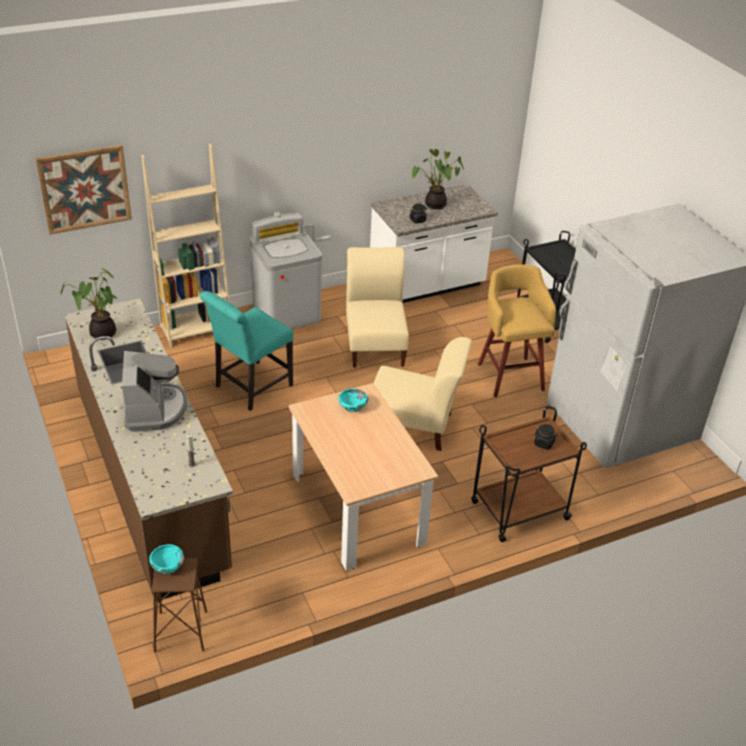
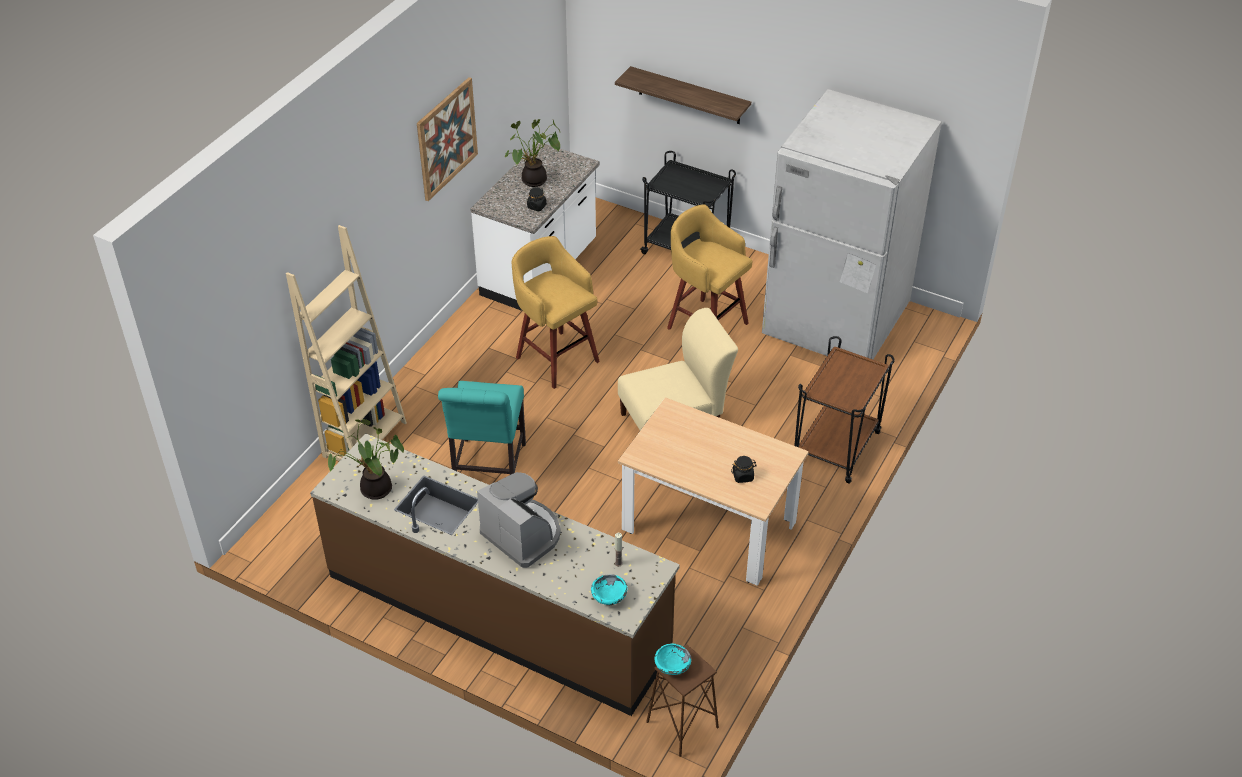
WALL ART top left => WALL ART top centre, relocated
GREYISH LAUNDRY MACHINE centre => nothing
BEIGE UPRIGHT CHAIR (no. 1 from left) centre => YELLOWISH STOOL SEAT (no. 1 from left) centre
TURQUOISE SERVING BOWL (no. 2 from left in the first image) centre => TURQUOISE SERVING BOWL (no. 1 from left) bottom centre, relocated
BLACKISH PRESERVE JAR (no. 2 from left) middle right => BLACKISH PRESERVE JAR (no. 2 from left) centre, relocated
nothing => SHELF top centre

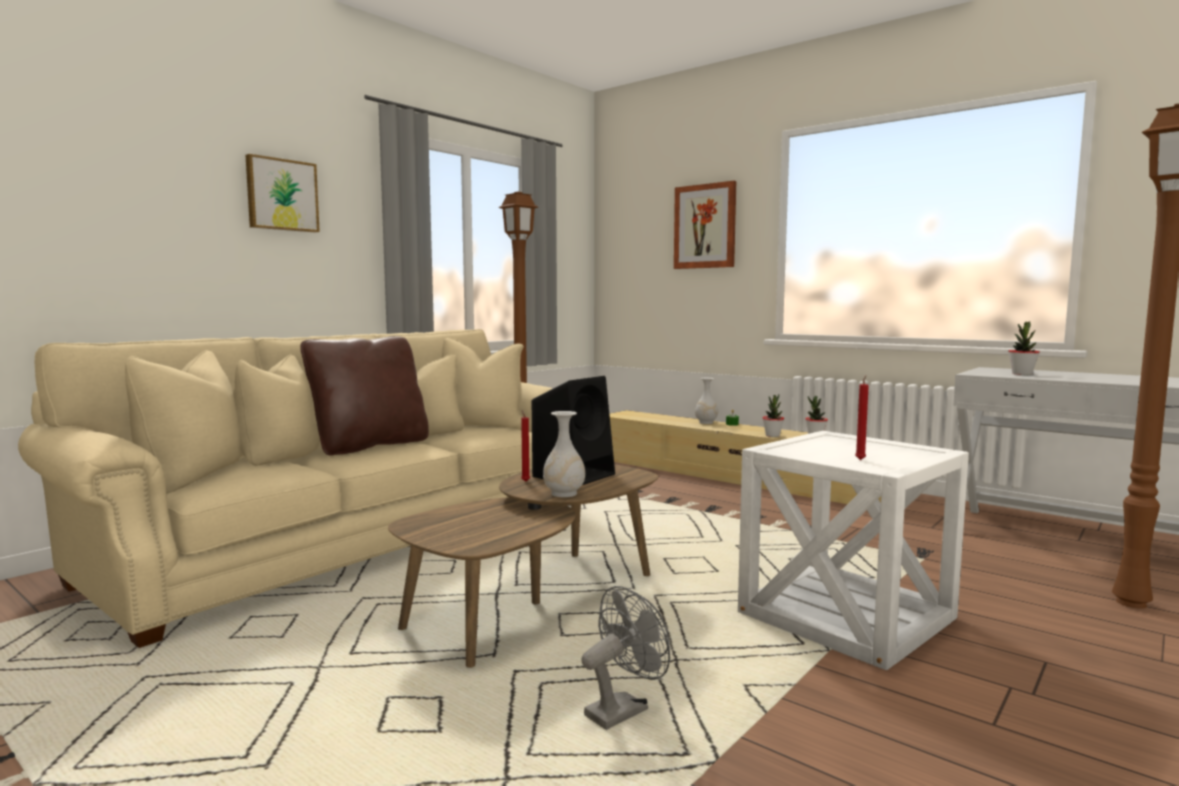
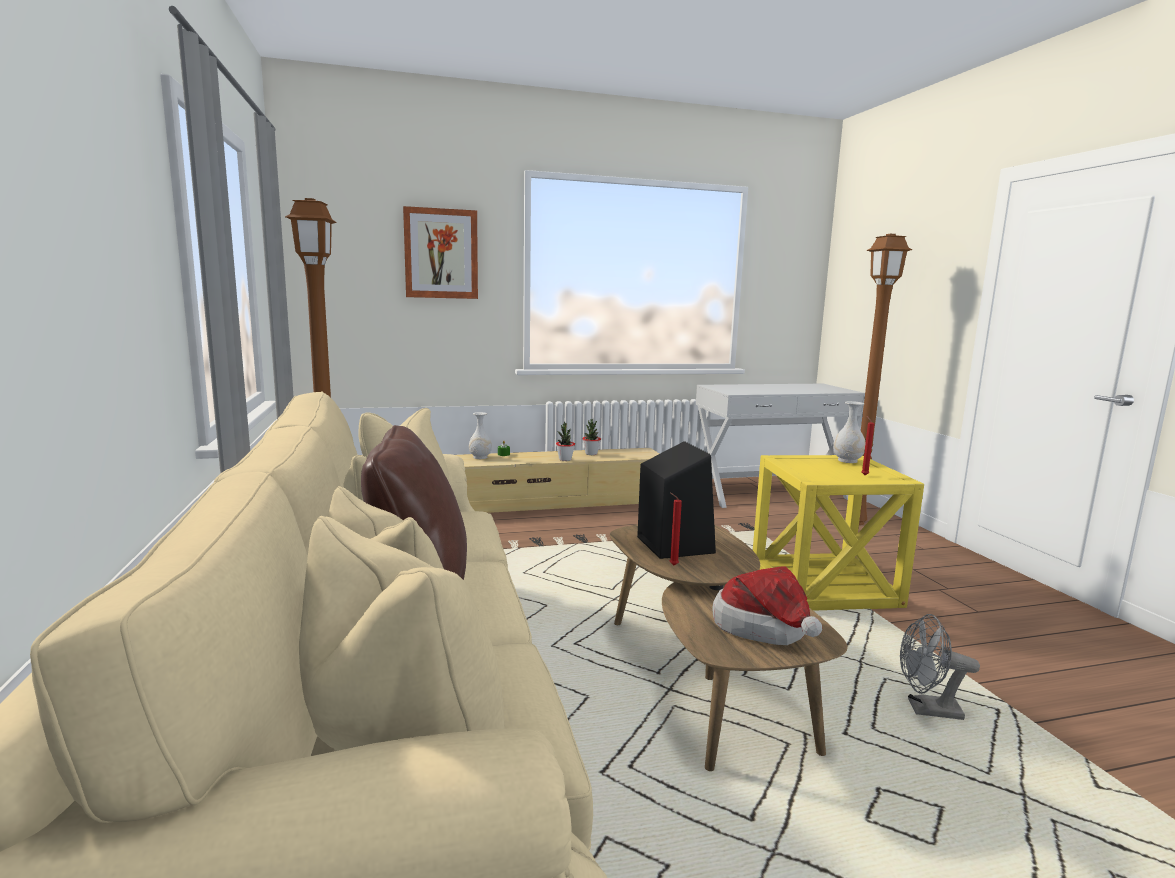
WALL ART (no. 1 from left) top left => nothing
HOUSEPLANT (no. 3 from left) middle right => nothing
WHITE FLOWER VASE (no. 1 from left in the first image) centre => WHITE FLOWER VASE (no. 2 from left) middle right, relocated
WHITE ACCENT TABLE bottom right => YELLOWISH ACCENT TABLE middle right
GREYISH ELECTRIC FAN bottom centre => GREYISH ELECTRIC FAN bottom right, 75 degrees counterclockwise
nothing => HAT bottom centre

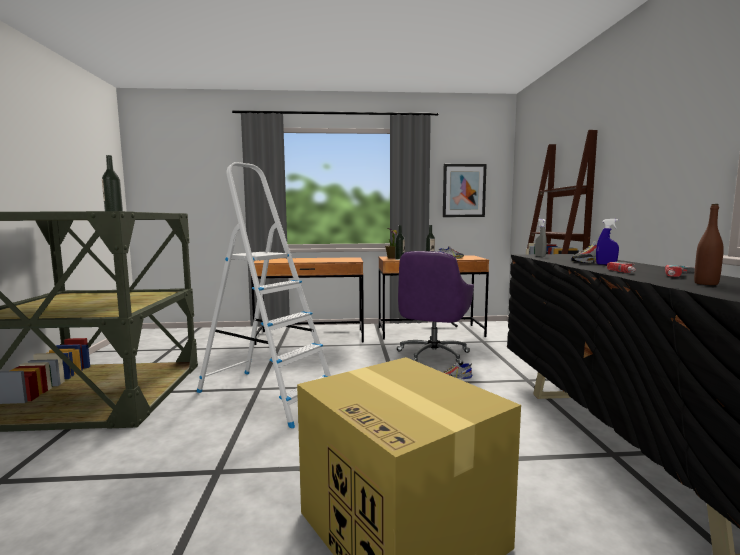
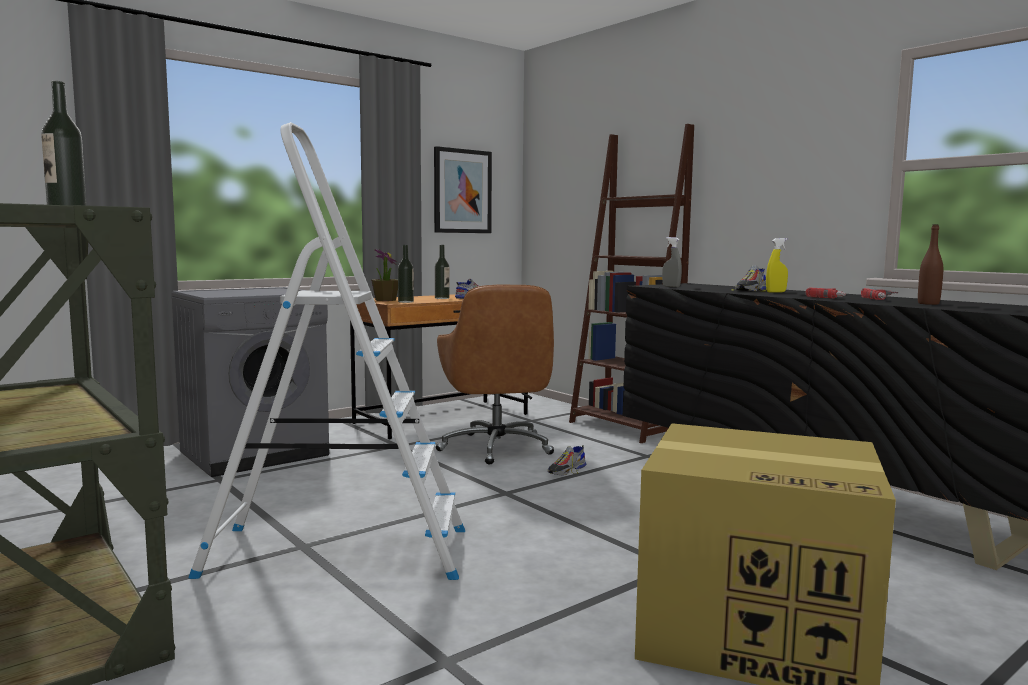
BLUE-COLOURED HAND SPRAYER middle right => YELLOWISH HAND SPRAYER middle right
PURPLE-COLOURED COMPUTER CHAIR centre => BROWN-COLOURED COMPUTER CHAIR centre
BROWN-COLOURED DESK (no. 1 from left) centre => GREYISH LAUNDRY MACHINE middle left

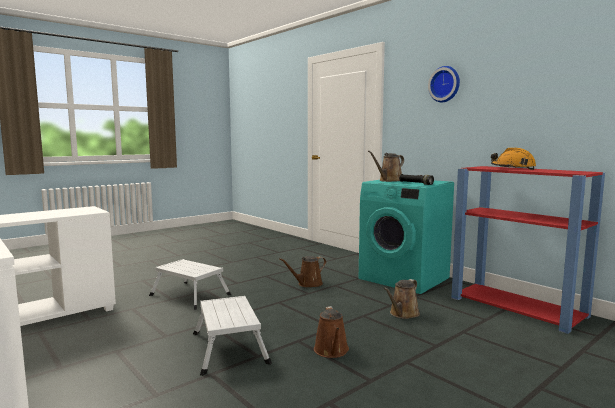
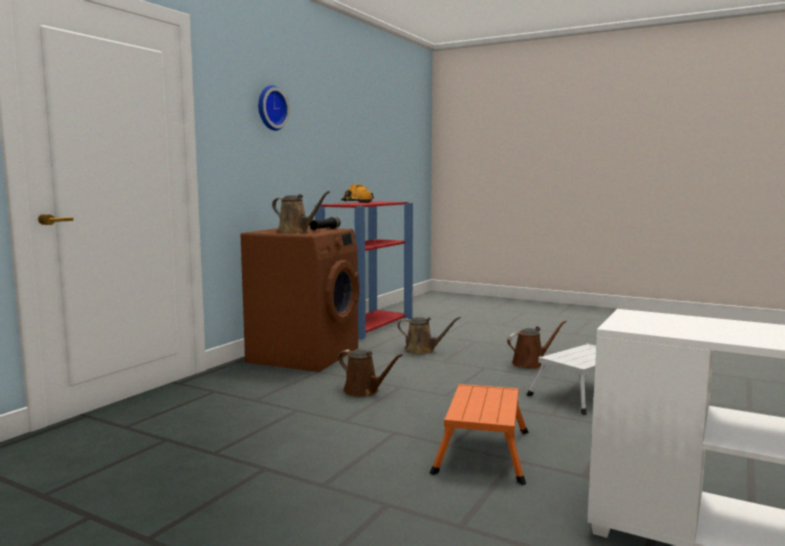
TURQUOISE LAUNDRY MACHINE centre => BROWN-COLOURED LAUNDRY MACHINE centre
WHITE STEPLADDER (no. 1 from left) bottom left => ORANGE STEPLADDER bottom centre

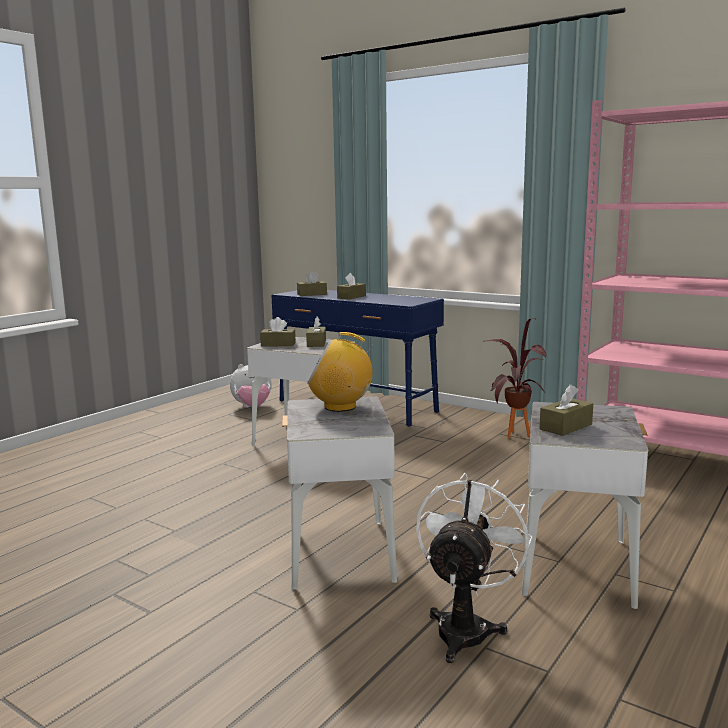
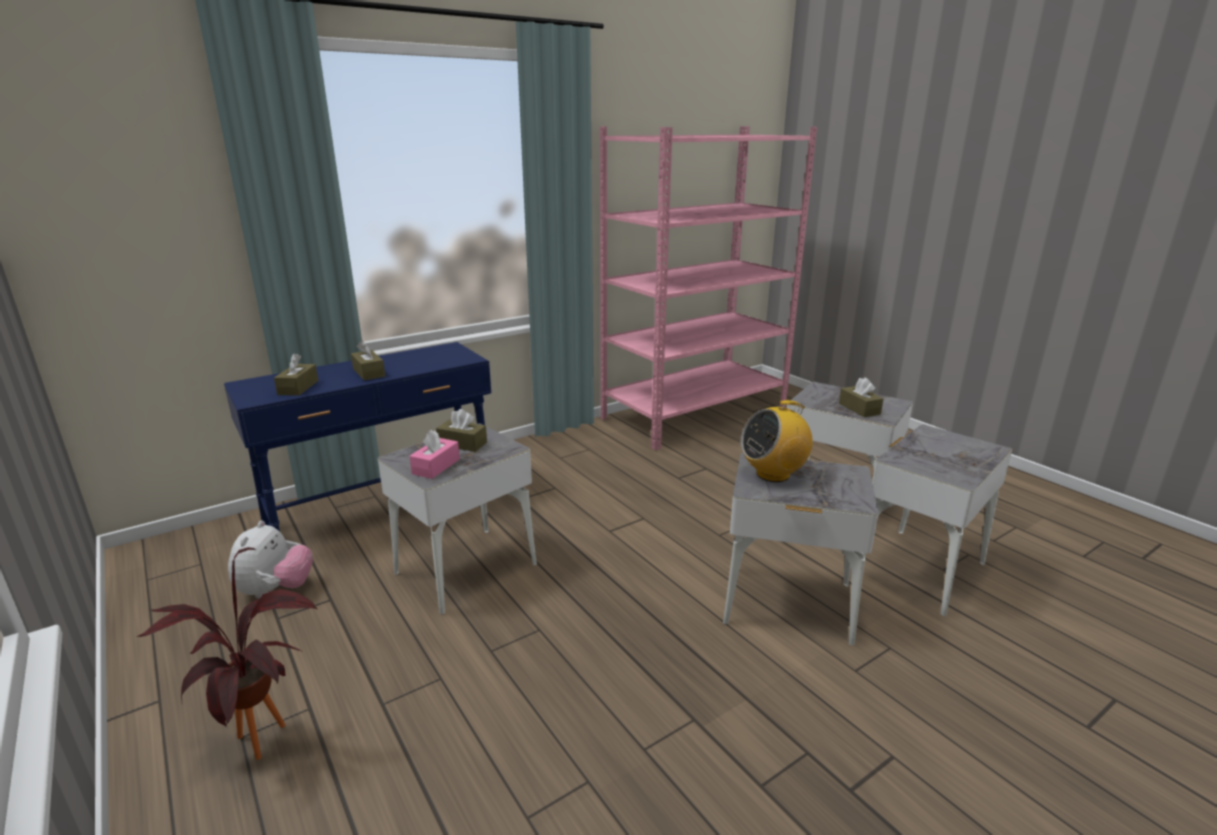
BROWN-COLOURED BOX OF TISSUES (no. 1 from left) centre => PINKISH BOX OF TISSUES centre
HOUSEPLANT middle right => HOUSEPLANT bottom left, relocated
RADIO RECEIVER centre, 45 degrees clockwise
WHITE ELECTRIC FAN bottom centre => ACCENT TABLE (no. 4 from left) middle right

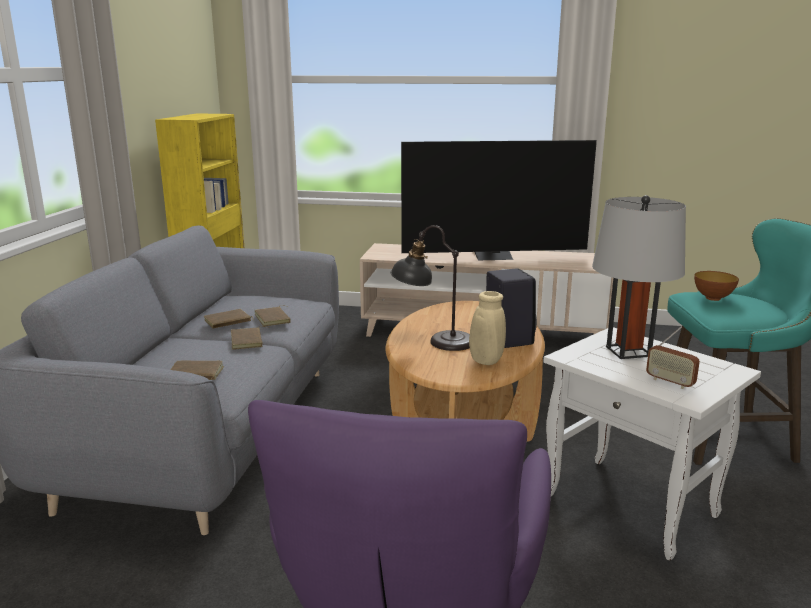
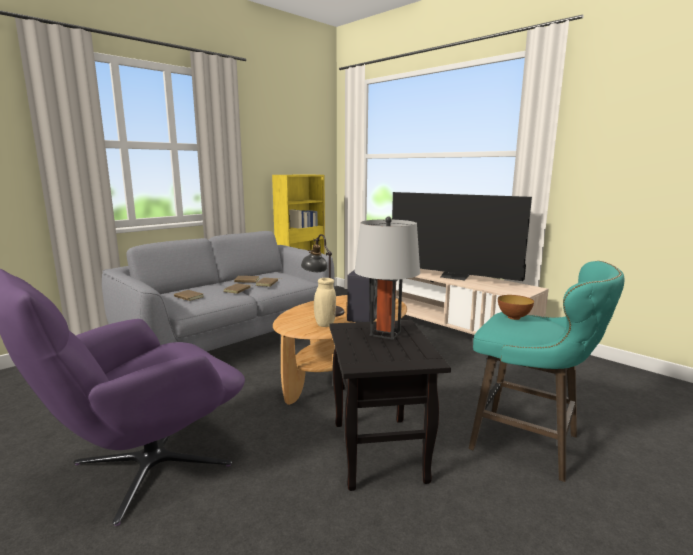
WHITE ACCENT TABLE bottom right => BLACKISH ACCENT TABLE bottom centre
RADIO RECEIVER middle right => nothing

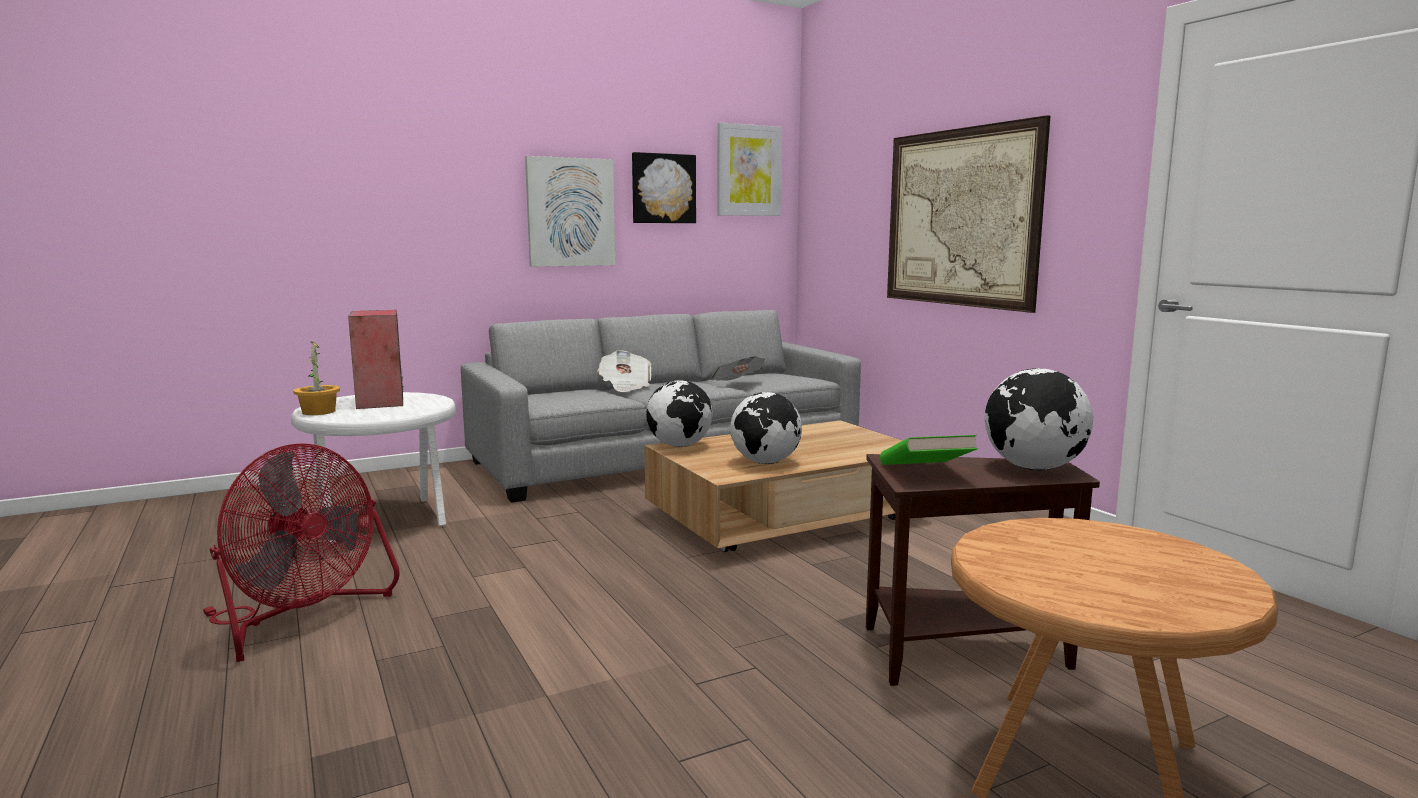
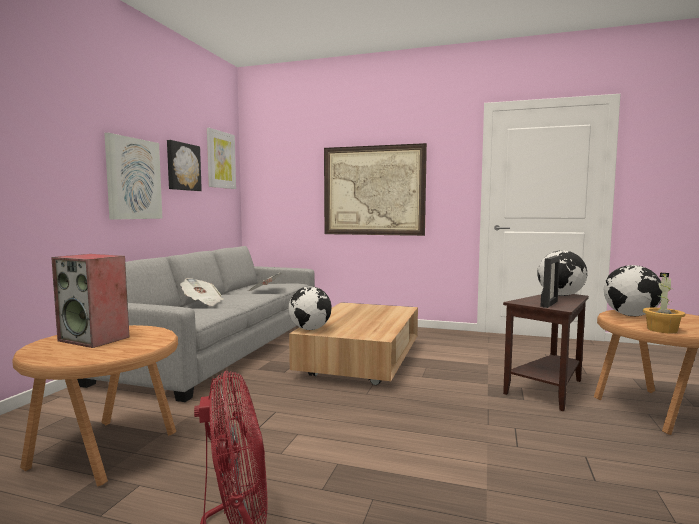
HOUSEPLANT middle left => HOUSEPLANT middle right, relocated
WHITE ACCENT TABLE middle left => BROWN-COLOURED ACCENT TABLE (no. 1 from left) bottom left
GLOBE (no. 2 from left in the first image) centre => GLOBE (no. 3 from left) middle right, relocated
GREEN-COLOURED BOUND BOOK centre => STANDING FRAME middle right

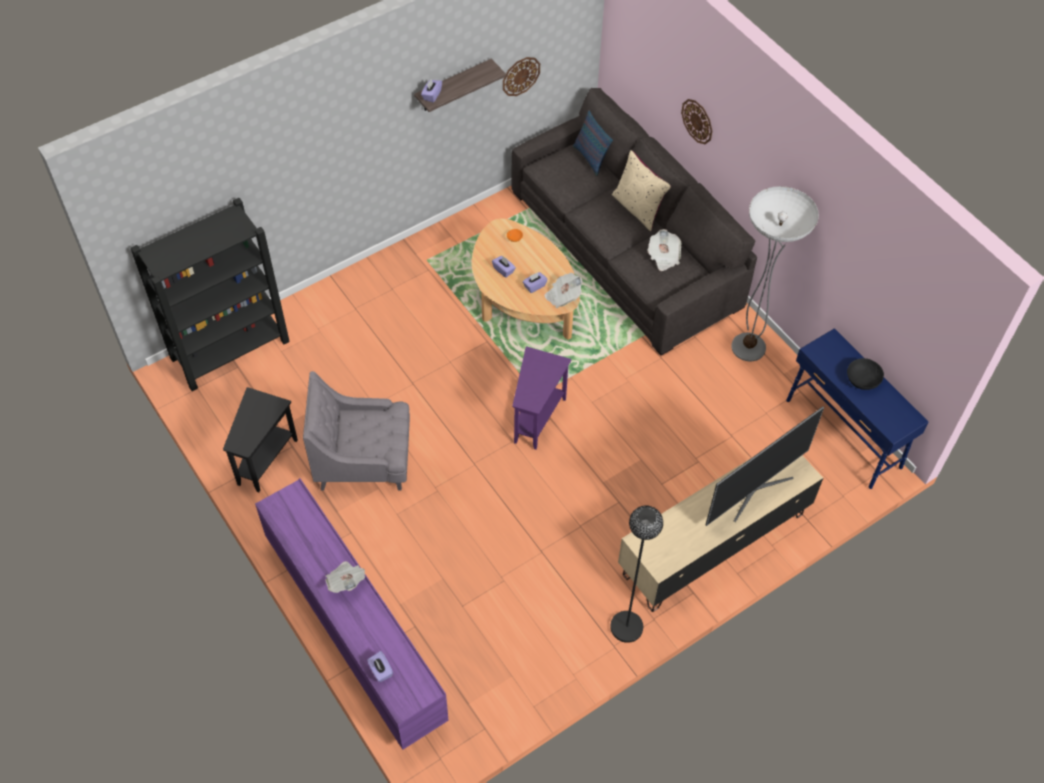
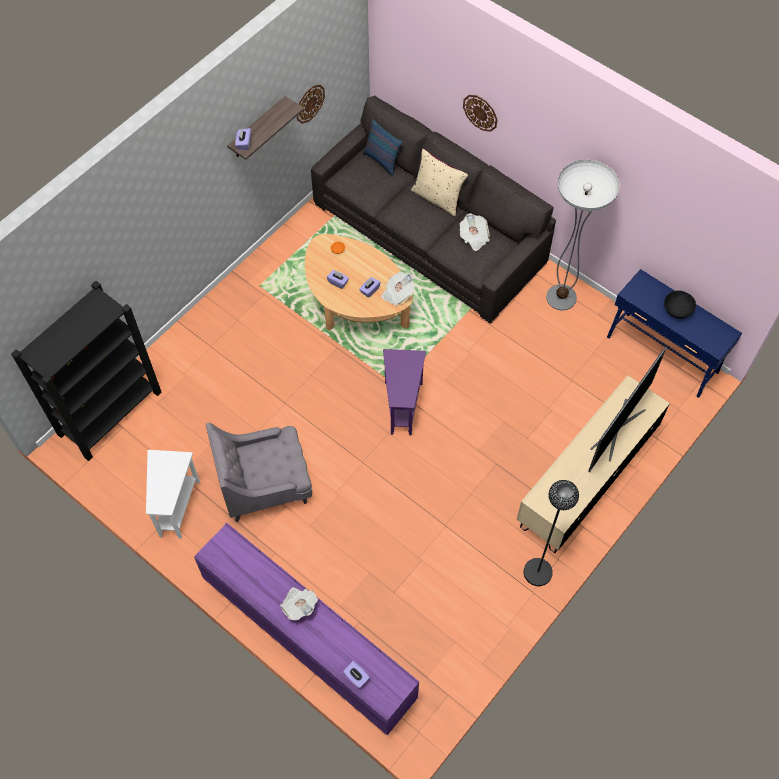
BLACKISH ACCENT TABLE middle left => WHITE ACCENT TABLE middle left

